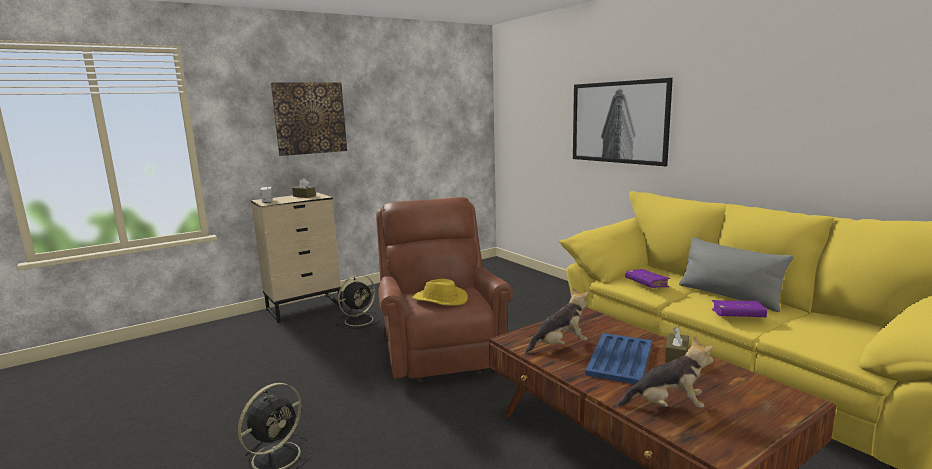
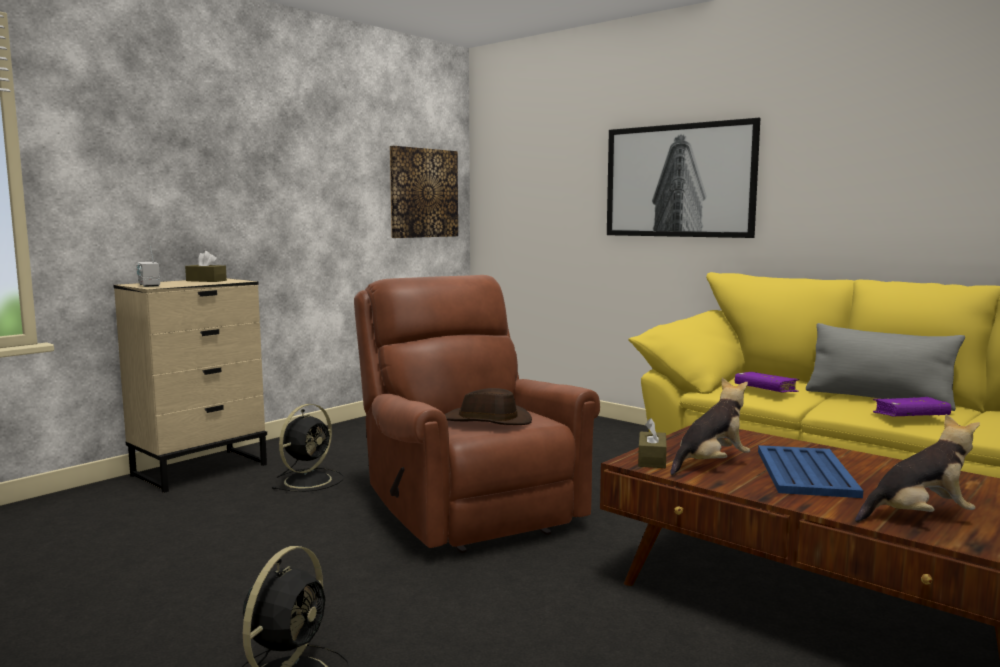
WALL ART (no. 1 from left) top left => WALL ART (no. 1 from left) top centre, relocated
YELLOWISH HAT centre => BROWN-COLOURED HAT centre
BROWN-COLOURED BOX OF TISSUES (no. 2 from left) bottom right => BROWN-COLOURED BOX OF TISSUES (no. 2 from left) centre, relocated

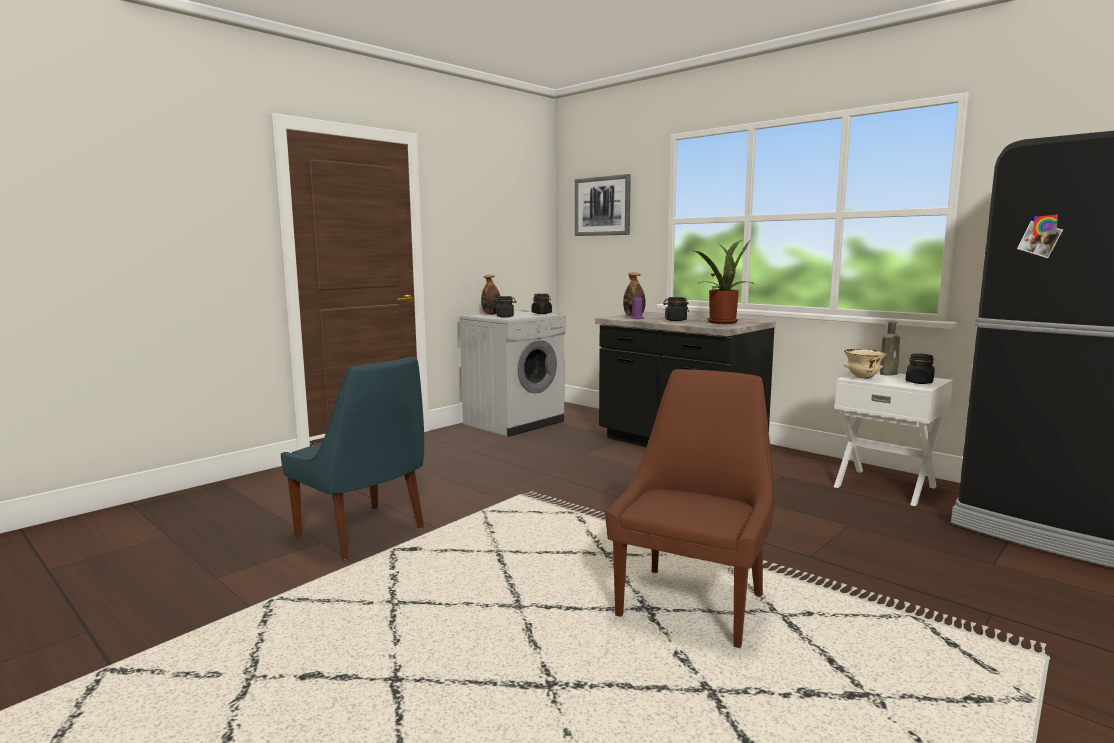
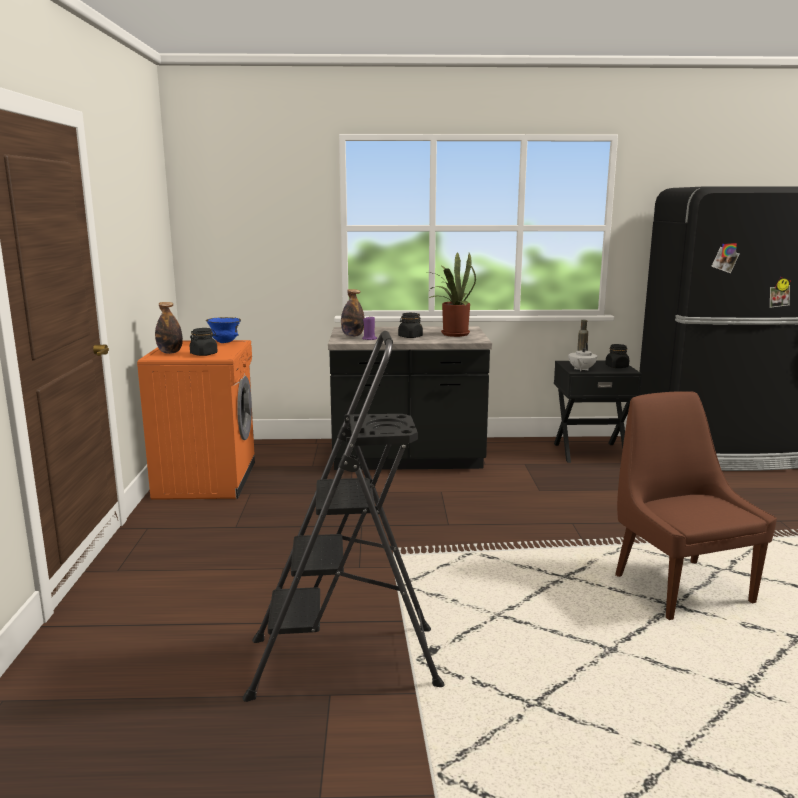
WALL ART top centre => nothing
BLACKISH PRESERVE JAR (no. 2 from left) centre => BLUE-COLOURED SERVING BOWL middle left
WHITE LAUNDRY MACHINE centre => ORANGE LAUNDRY MACHINE middle left
BEIGE SERVING BOWL middle right => WHITE POT FOR TEA middle right
BLUE-COLOURED UPRIGHT CHAIR middle left => STEPLADDER centre
WHITE BEDSIDE TABLE middle right => BLACKISH BEDSIDE TABLE middle right

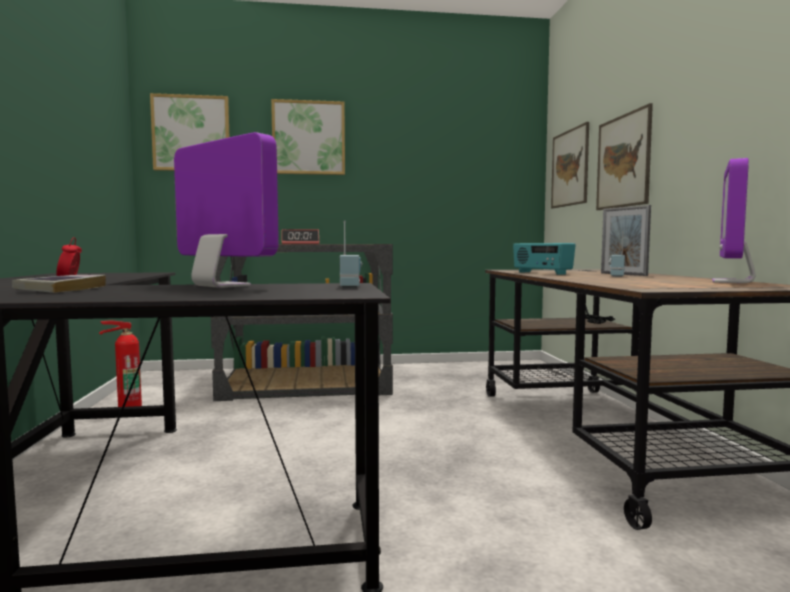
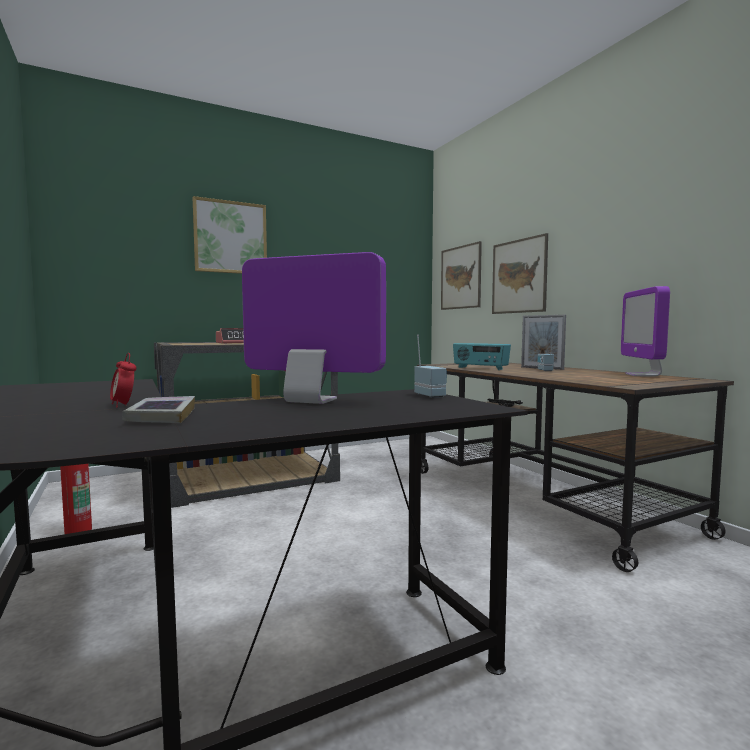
WALL ART (no. 1 from left) top left => nothing

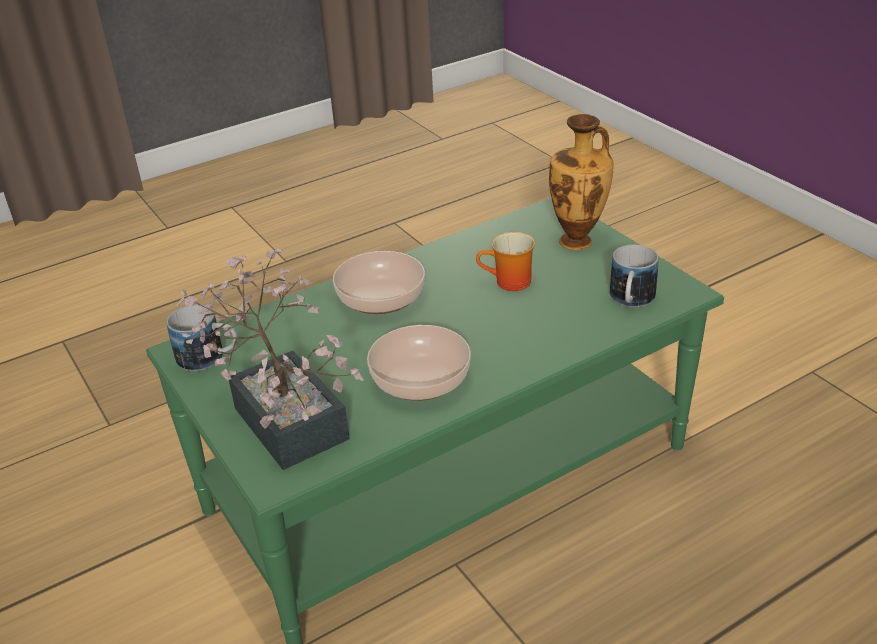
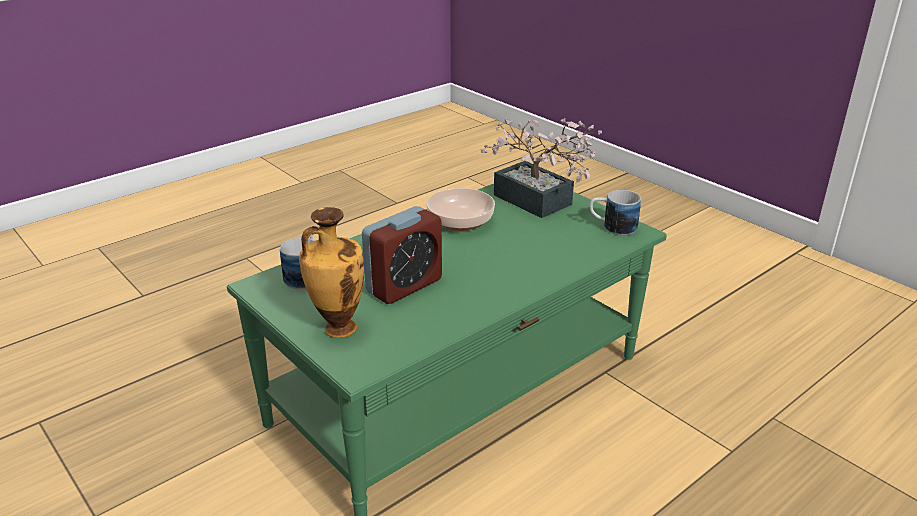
TEA MUG (no. 2 from left) centre => ALARM CLOCK centre
SERVING BOWL (no. 1 from left) centre => nothing

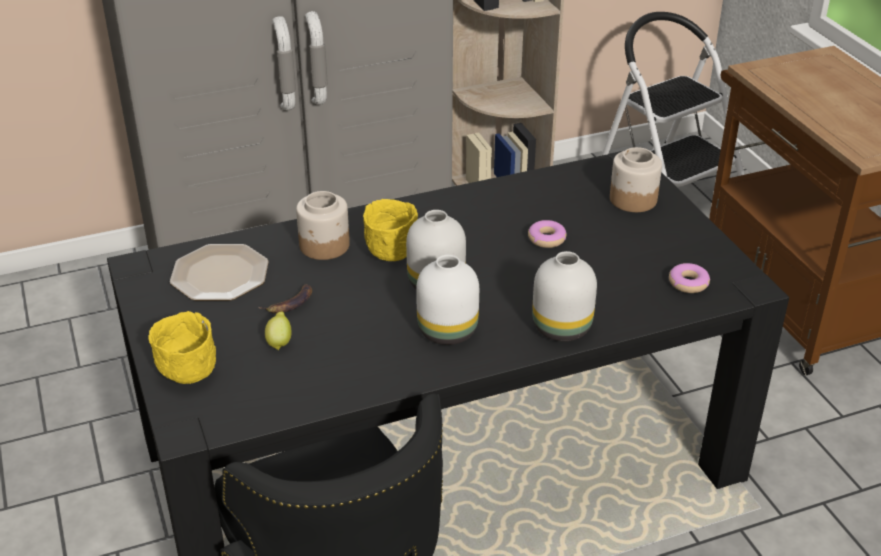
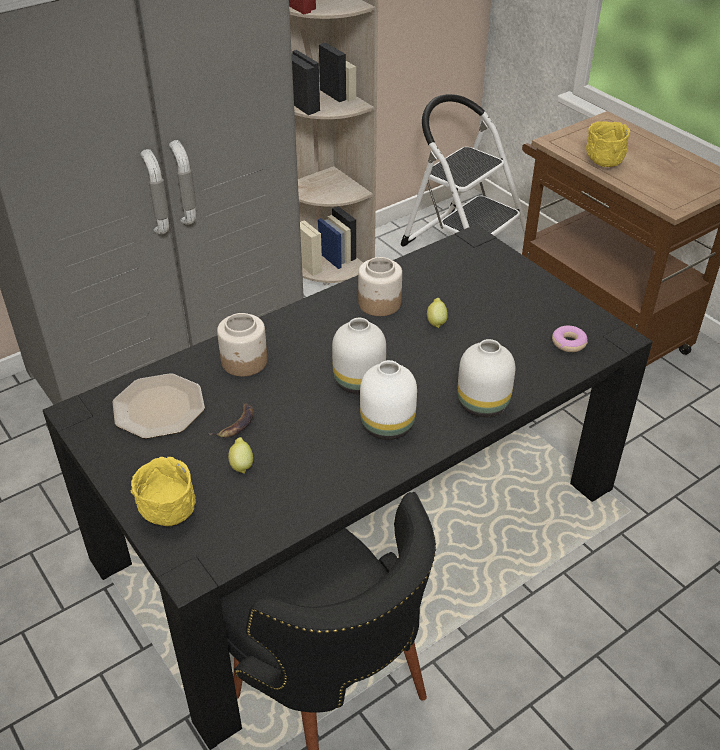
PRESERVE JAR (no. 2 from left) top right => PRESERVE JAR (no. 2 from left) centre, relocated
YELLOWISH SERVING BOWL (no. 2 from left) centre => YELLOWISH SERVING BOWL (no. 2 from left) top right, relocated
DONUT (no. 1 from left) centre => CITRUS FRUIT (no. 2 from left) centre

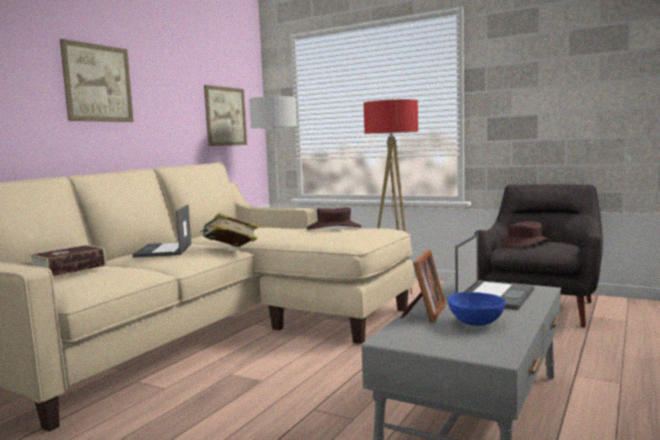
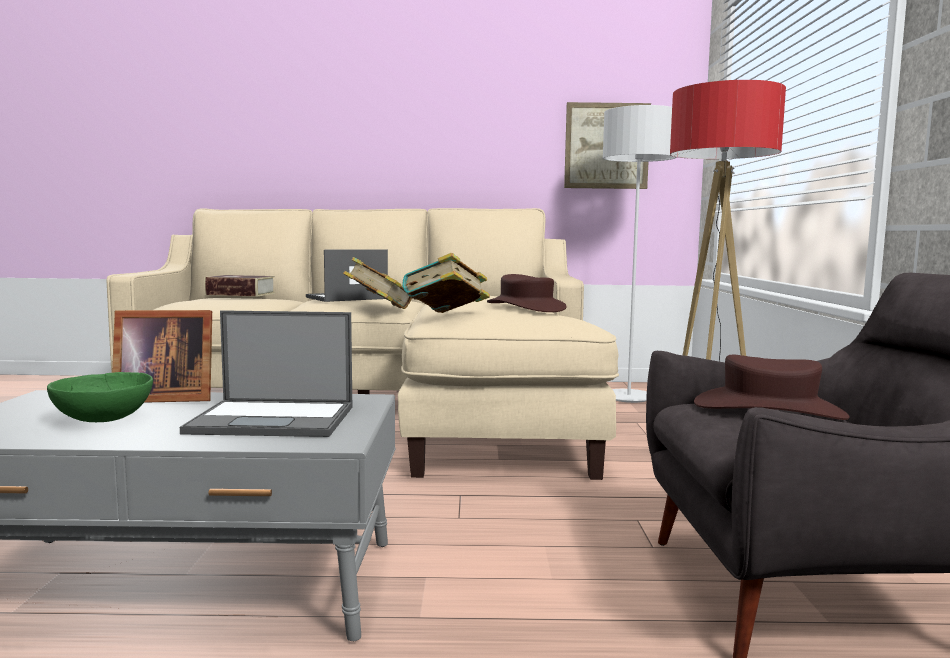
WALL ART (no. 1 from left) top left => nothing
BLUE-COLOURED SERVING BOWL bottom right => GREEN-COLOURED SERVING BOWL middle left
nothing => BOUND BOOK (no. 3 from left) centre

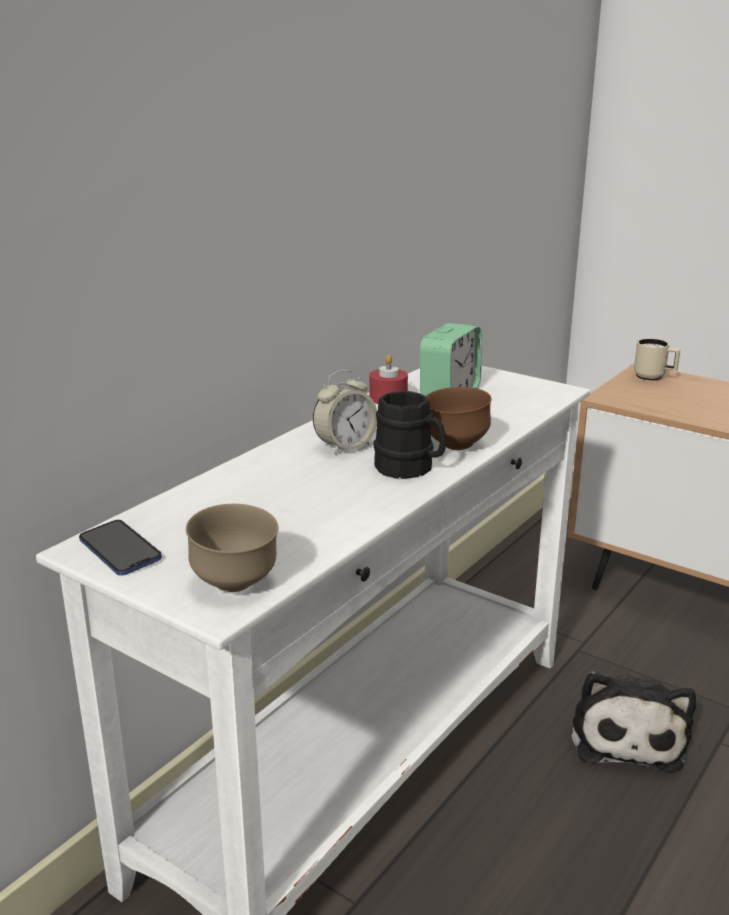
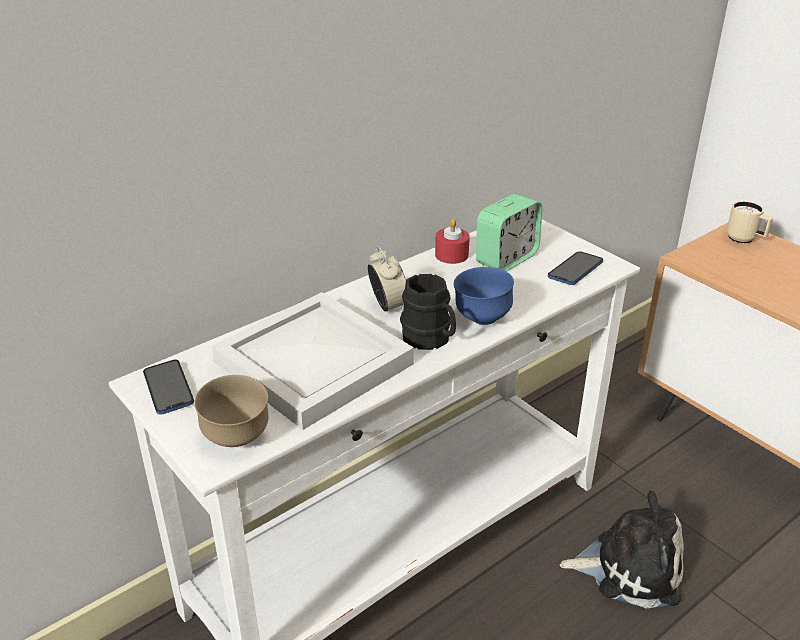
ALARM CLOCK (no. 1 from left) centre, 90 degrees counterclockwise
BROWN-COLOURED SERVING BOWL (no. 2 from left) centre => BLUE-COLOURED SERVING BOWL centre
PLUSH TOY bottom right, 105 degrees counterclockwise
nothing => PHONE (no. 2 from left) middle right
nothing => WHITE SERVING TRAY centre

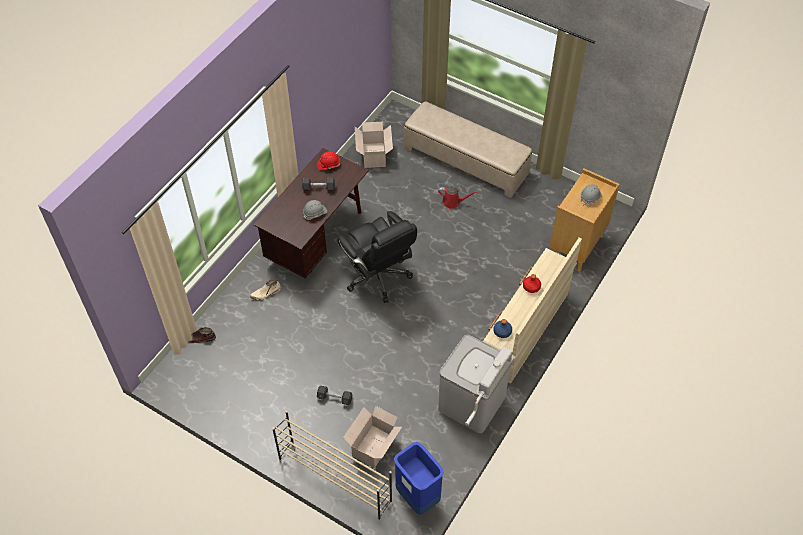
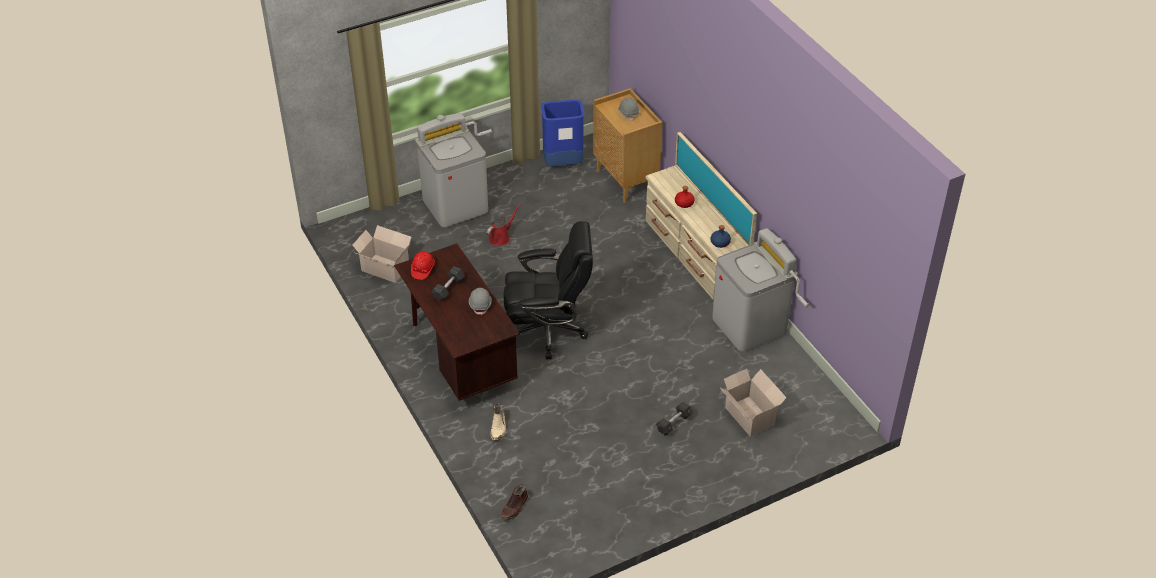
BEIGE BENCH top centre => GREYISH LAUNDRY MACHINE (no. 1 from left) top centre
BEIGE SHOE SHELF bottom centre => nothing
BLUE-COLOURED WASTE BIN bottom centre => BLUE-COLOURED WASTE BIN top centre, relocated

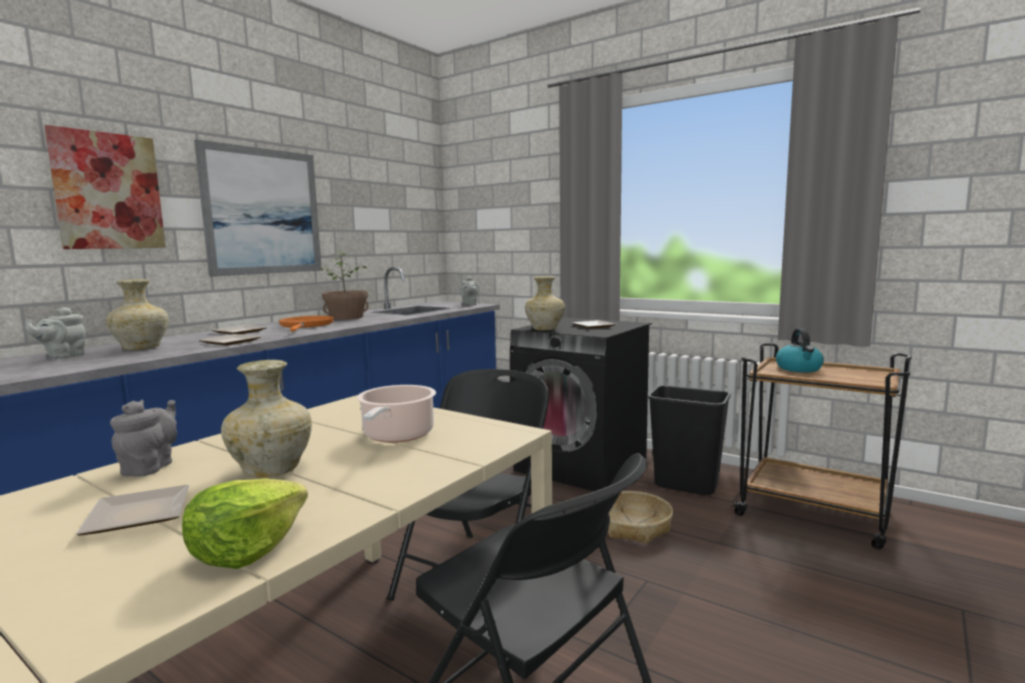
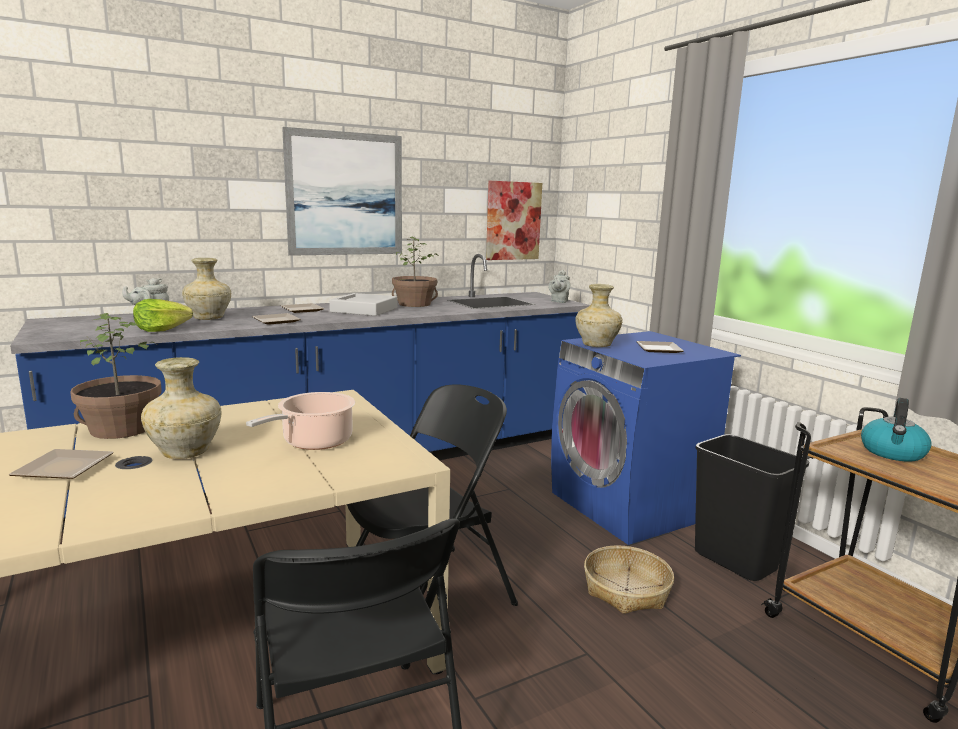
WALL ART (no. 1 from left in the first image) top left => WALL ART (no. 2 from left) top centre, relocated
ORANGE FRYING PAN middle left => GREYISH SERVING TRAY centre
BLACKISH LAUNDRY MACHINE centre => BLUE-COLOURED LAUNDRY MACHINE middle right
GREYISH POT FOR TEA (no. 2 from left) middle left => HOUSEPLANT (no. 1 from left) middle left
LETTUCE bottom left => LETTUCE middle left, relocated

